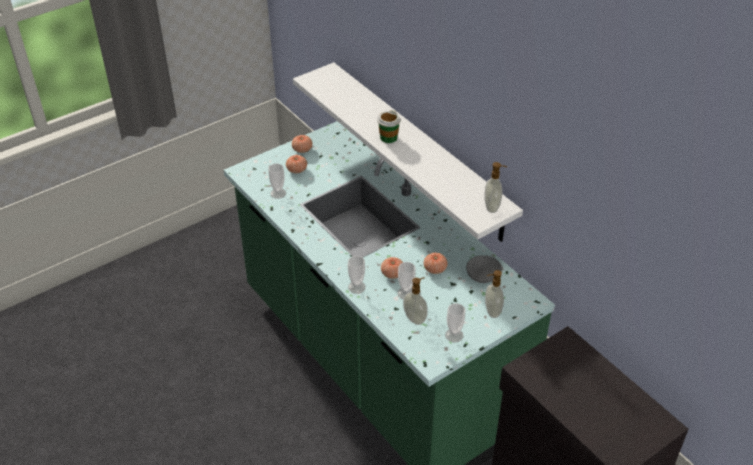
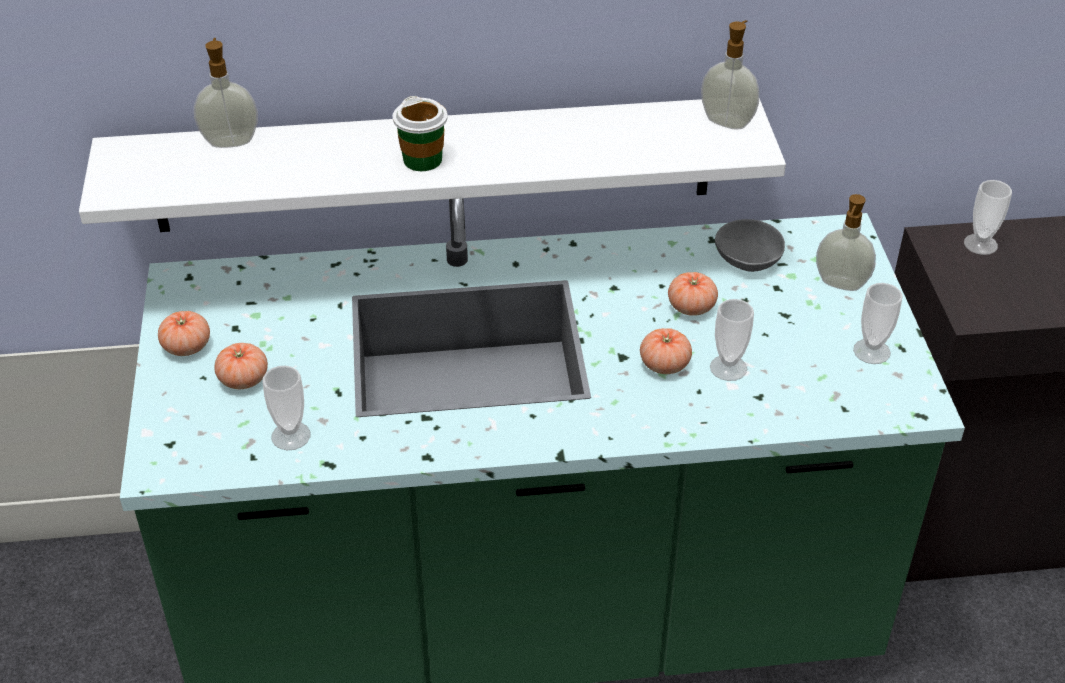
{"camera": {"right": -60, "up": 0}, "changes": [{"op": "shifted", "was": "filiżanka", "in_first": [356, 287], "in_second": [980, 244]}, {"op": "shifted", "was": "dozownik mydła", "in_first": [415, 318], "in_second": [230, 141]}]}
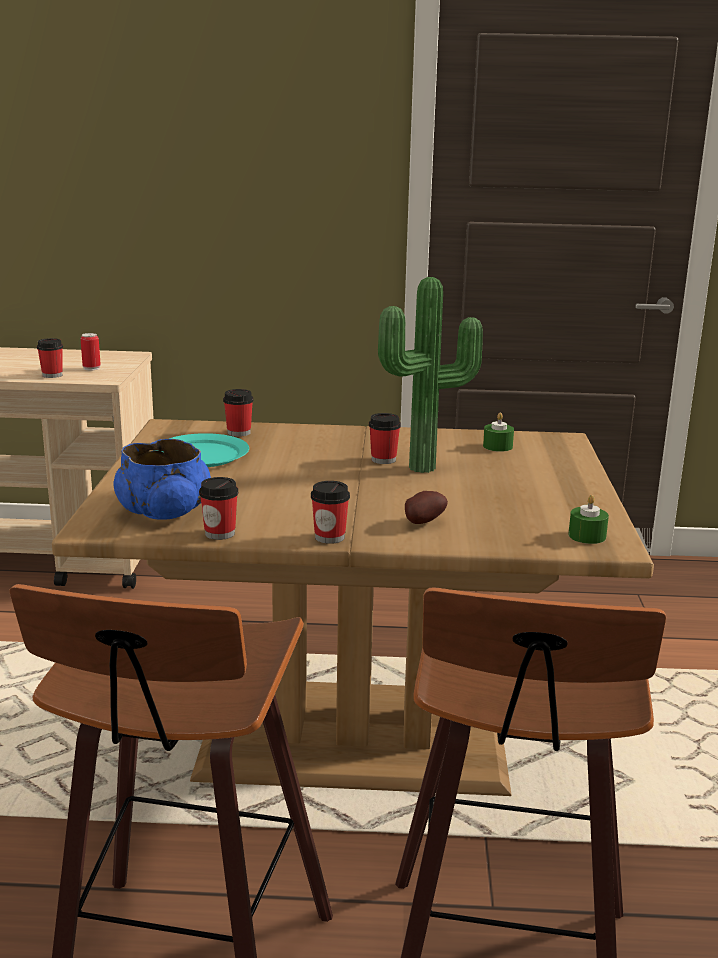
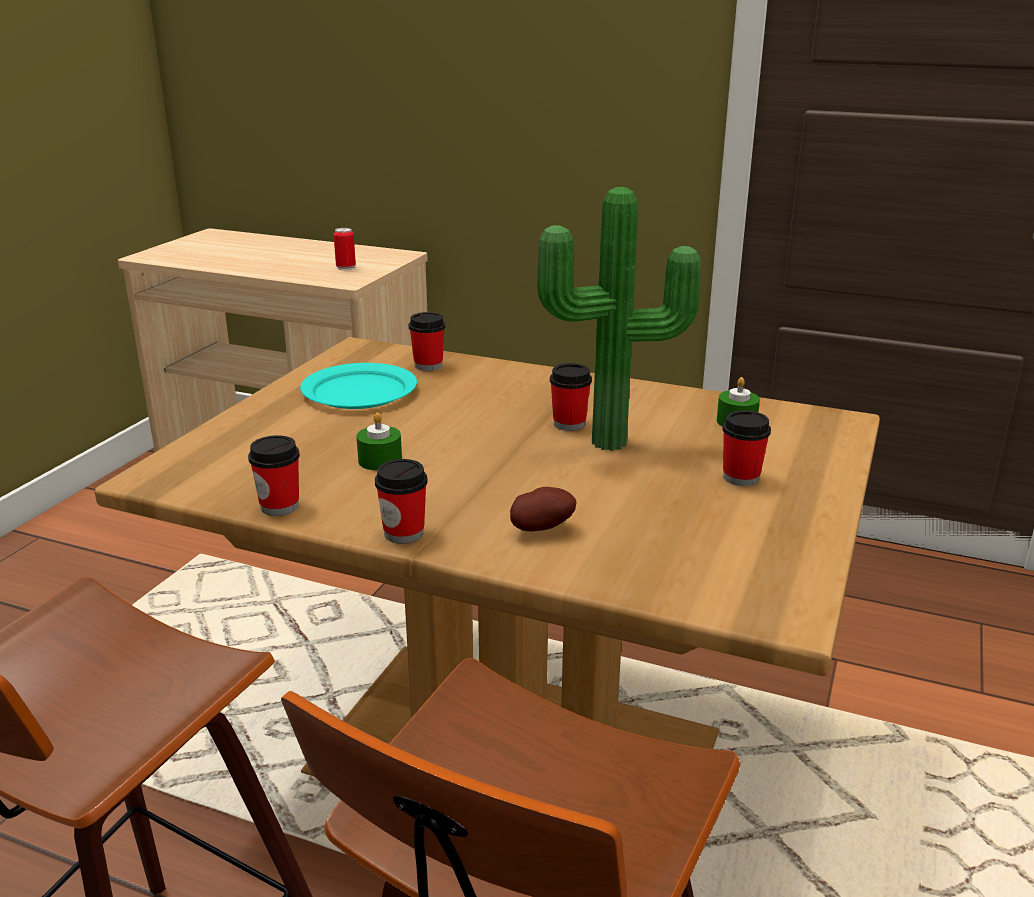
{"camera": {"right": 20, "up": 5}, "changes": [{"op": "shifted", "was": "filiżanka", "in_first": [52, 375], "in_second": [741, 478]}, {"op": "gone", "was": "miska [niebieski]", "in_first": [164, 512]}, {"op": "shifted", "was": "świeca [zielony]", "in_first": [587, 536], "in_second": [380, 460]}]}
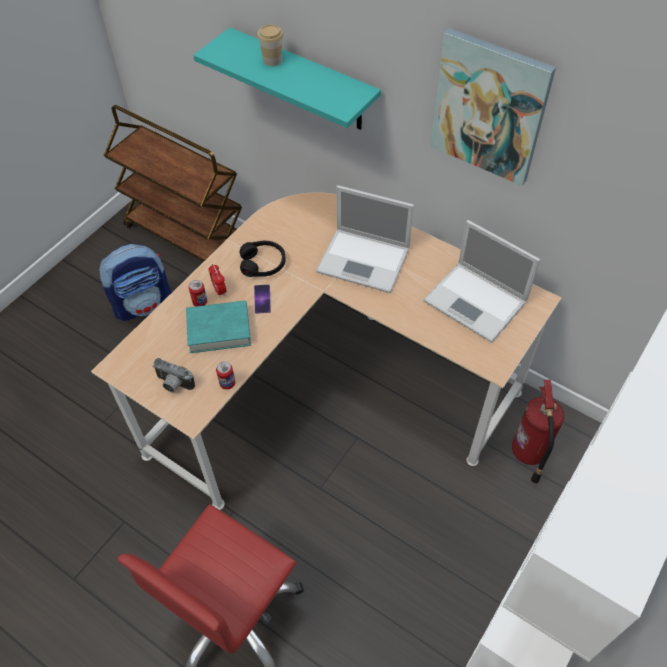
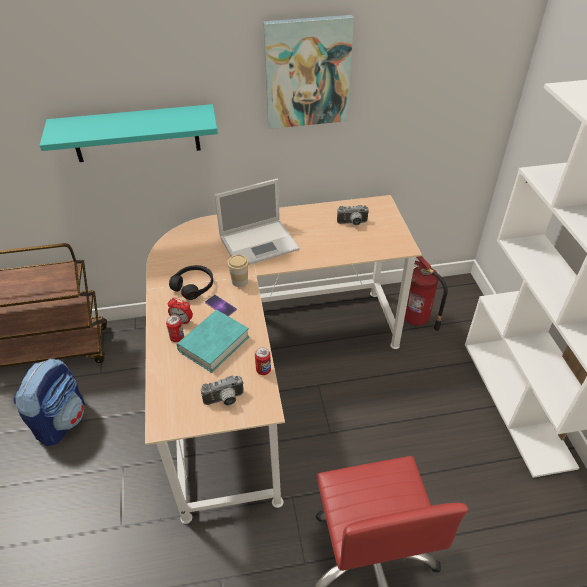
{"camera": {"right": -45, "up": -10}, "changes": [{"op": "shifted", "was": "filiżanka", "in_first": [272, 60], "in_second": [239, 281]}, {"op": "swapped", "was": "laptop", "now": "aparat fotograficzny", "in_first": [477, 302], "in_second": [352, 223]}]}
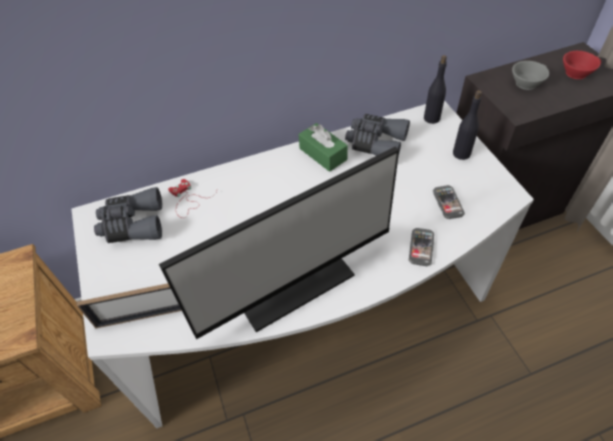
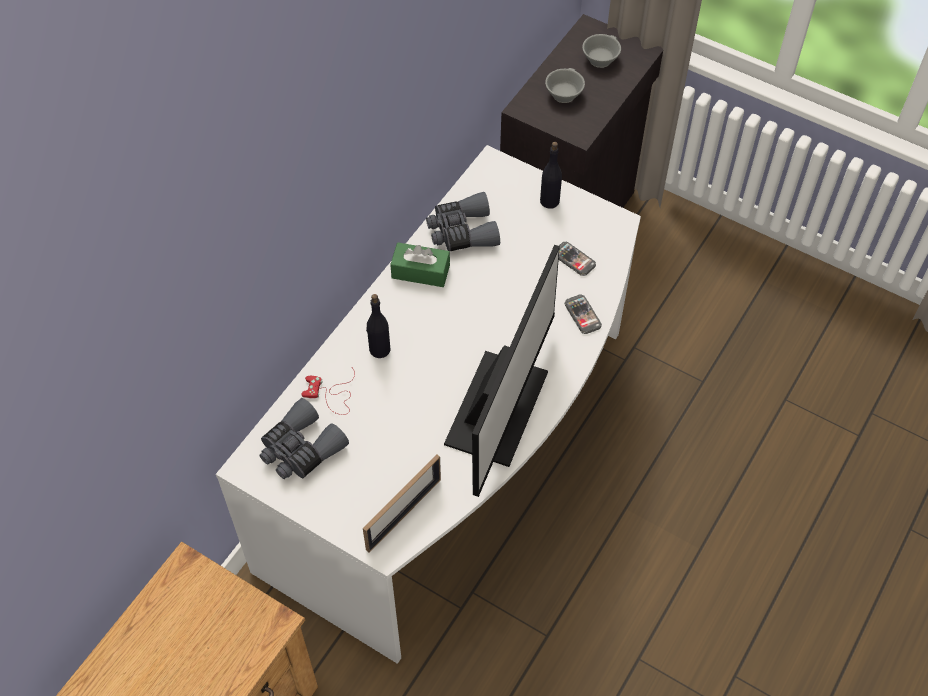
{"camera": {"right": -40, "up": 5}, "changes": [{"op": "repainted", "was": "filiżanka [czerwony]", "now": "filiżanka [szary]", "in_first": [576, 72], "in_second": [599, 58]}, {"op": "shifted", "was": "butelka [czarny]", "in_first": [431, 118], "in_second": [379, 349]}]}
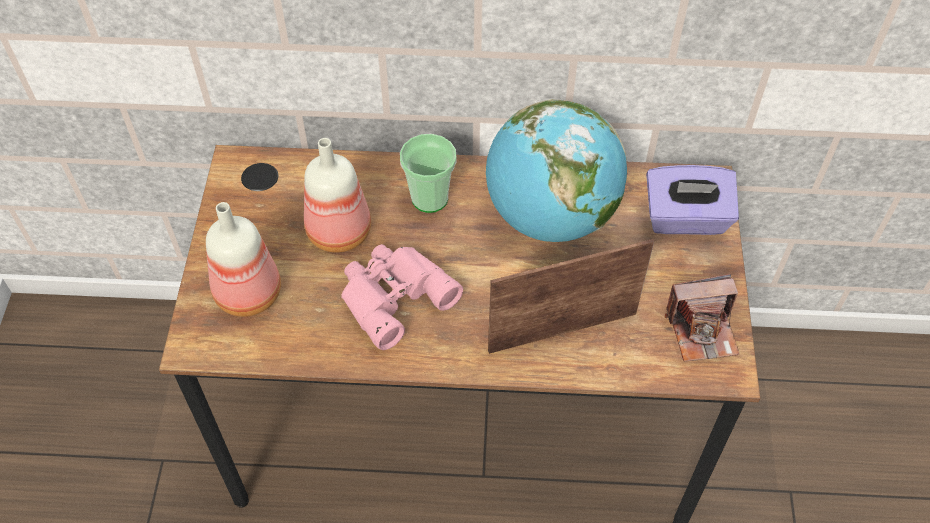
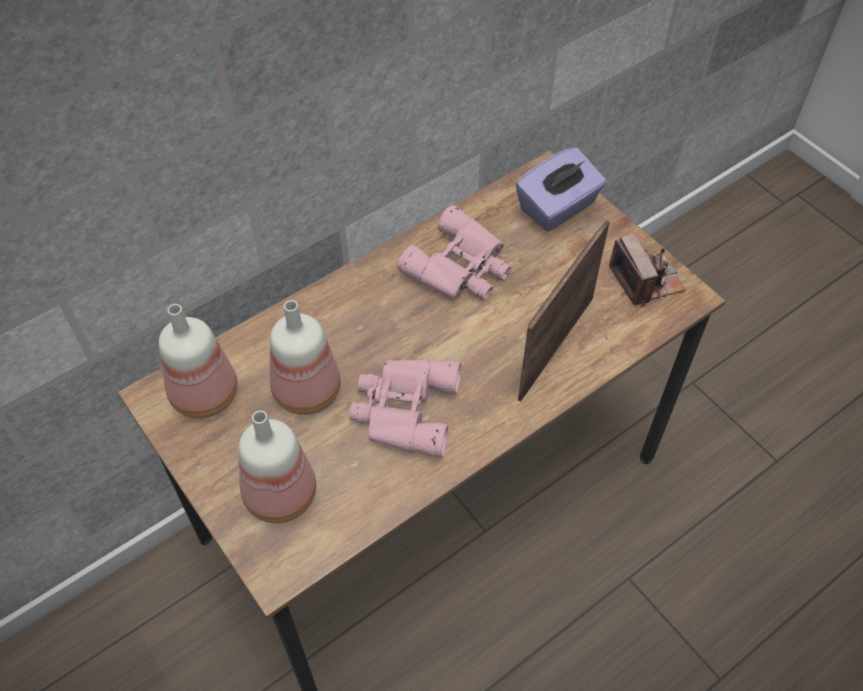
{"camera": {"right": -40, "up": 0}, "changes": [{"op": "swapped", "was": "globus", "now": "lornetka [różowy]", "in_first": [550, 216], "in_second": [461, 267]}, {"op": "gone", "was": "filiżanka", "in_first": [430, 198]}, {"op": "rotated", "was": "aparat fotograficzny", "in_first": [702, 331], "in_second": [646, 280], "clockwise": -60}, {"op": "new", "now": "butelka", "in_second": [202, 394]}]}
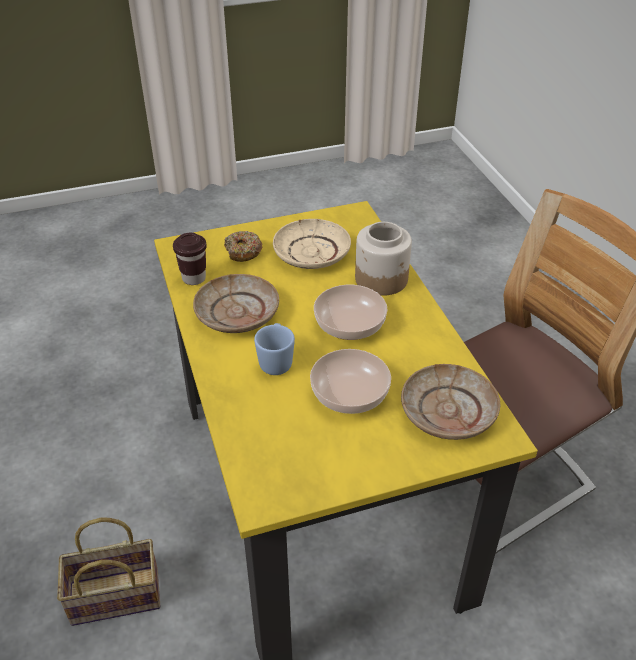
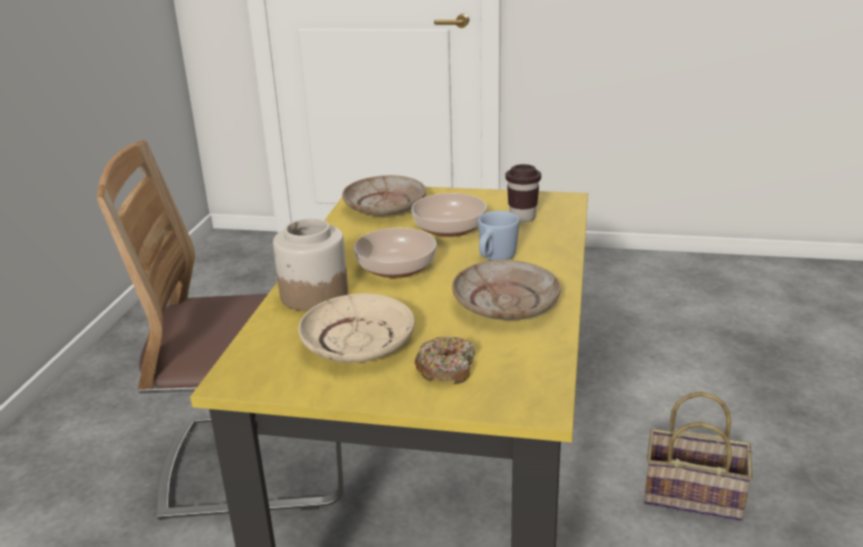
{"camera": {"right": -150, "up": -15}, "changes": [{"op": "shifted", "was": "filiżanka [brązowy]", "in_first": [194, 278], "in_second": [522, 217]}]}
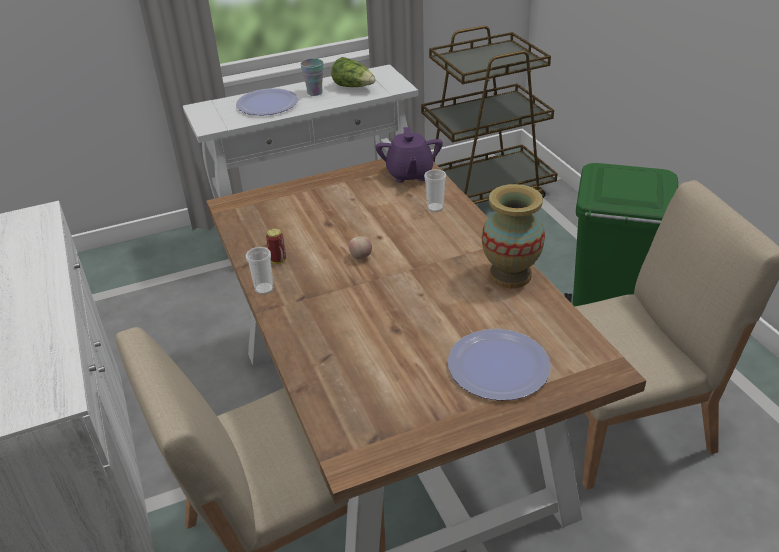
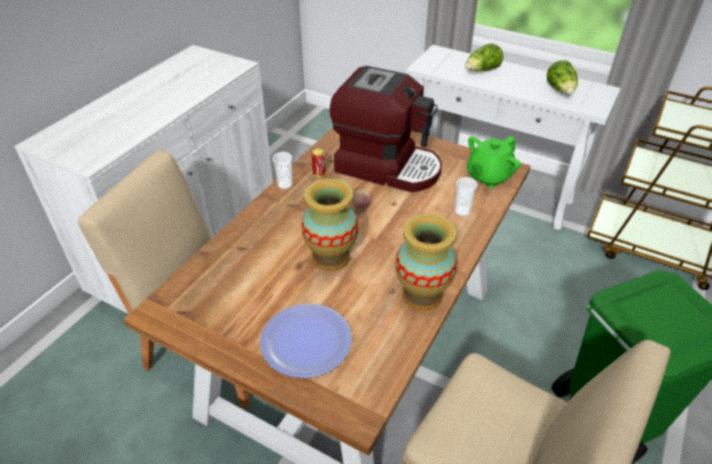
{"camera": {"right": 50, "up": 5}, "changes": [{"op": "gone", "was": "filiżanka", "in_first": [315, 92]}, {"op": "swapped", "was": "talerz", "now": "sałata", "in_first": [267, 104], "in_second": [482, 71]}, {"op": "repainted", "was": "imbryk [fioletowy]", "now": "imbryk [zielony]", "in_first": [409, 174], "in_second": [488, 177]}, {"op": "new", "now": "ekspres do kawy", "in_second": [388, 166]}, {"op": "new", "now": "wazon", "in_second": [331, 257]}]}
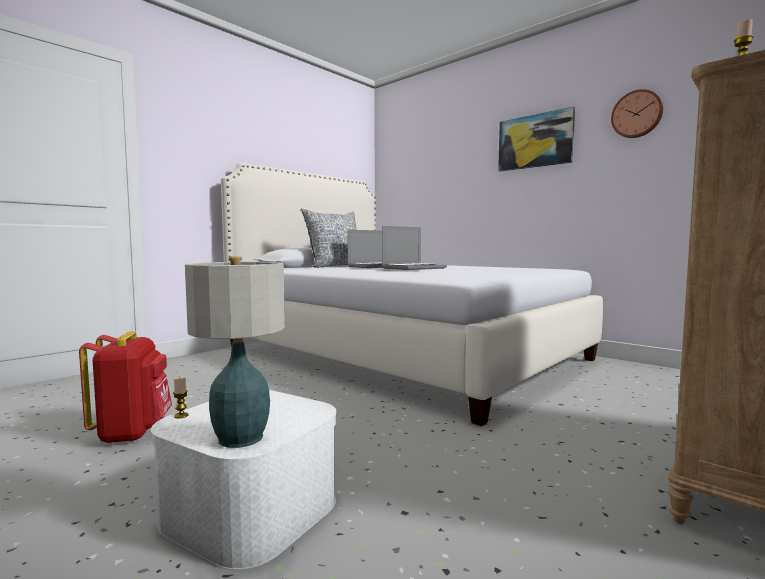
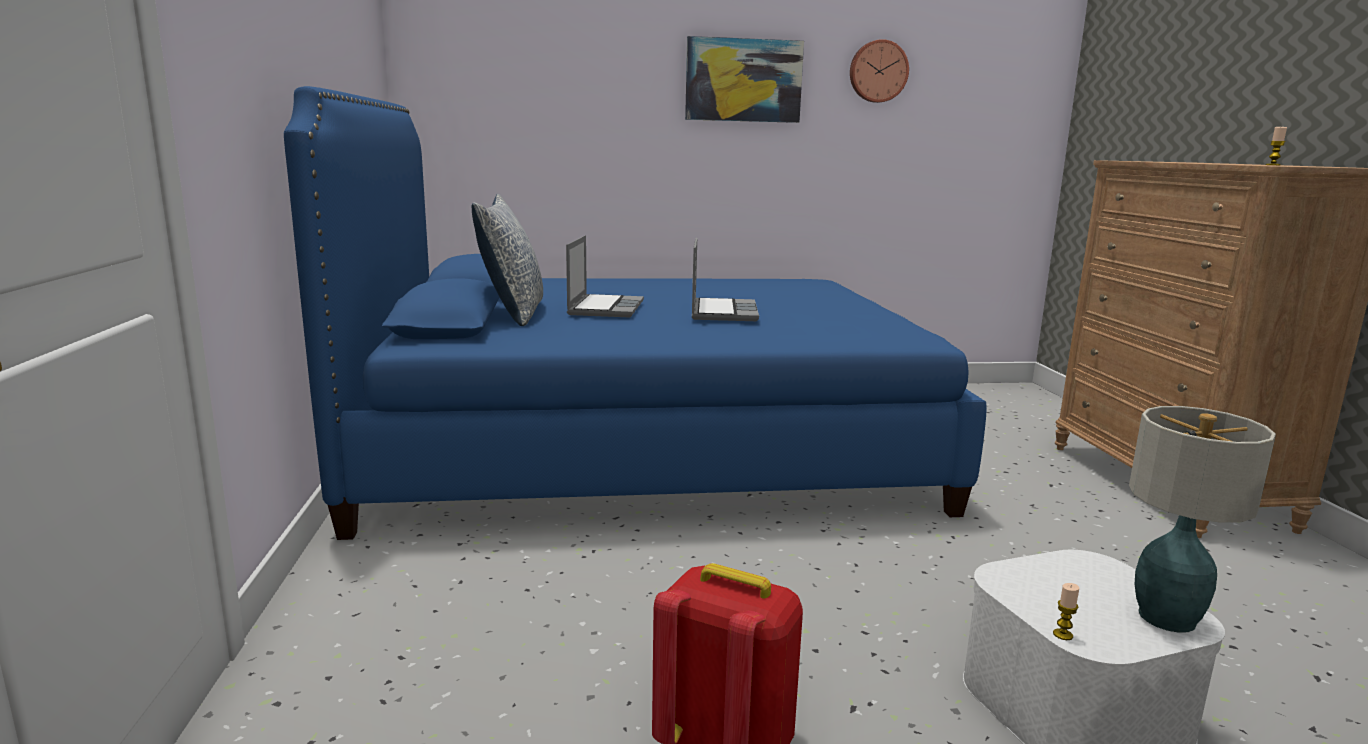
{"camera": {"right": -50, "up": 10}, "changes": [{"op": "repainted", "was": "łóżko [biały]", "now": "łóżko [niebieski]", "in_first": [402, 354], "in_second": [644, 448]}]}
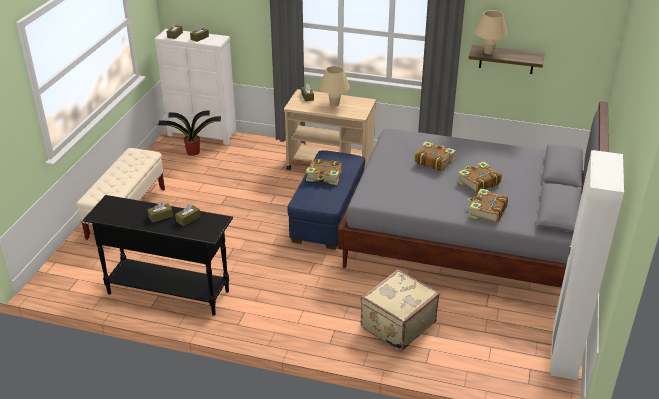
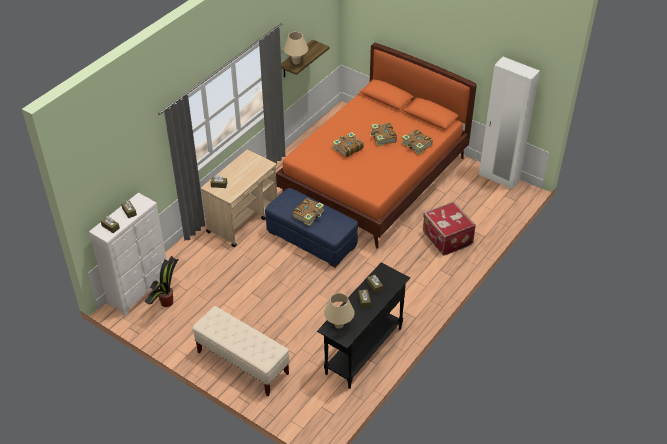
{"camera": {"right": -70, "up": 10}, "changes": [{"op": "shifted", "was": "lampa stołowa [beżowy]", "in_first": [334, 104], "in_second": [339, 325]}, {"op": "repainted", "was": "łóżko [szary]", "now": "łóżko [pomarańczowy]", "in_first": [467, 239], "in_second": [375, 178]}, {"op": "repainted", "was": "walizka [beżowy]", "now": "walizka [czerwony]", "in_first": [397, 324], "in_second": [446, 239]}]}
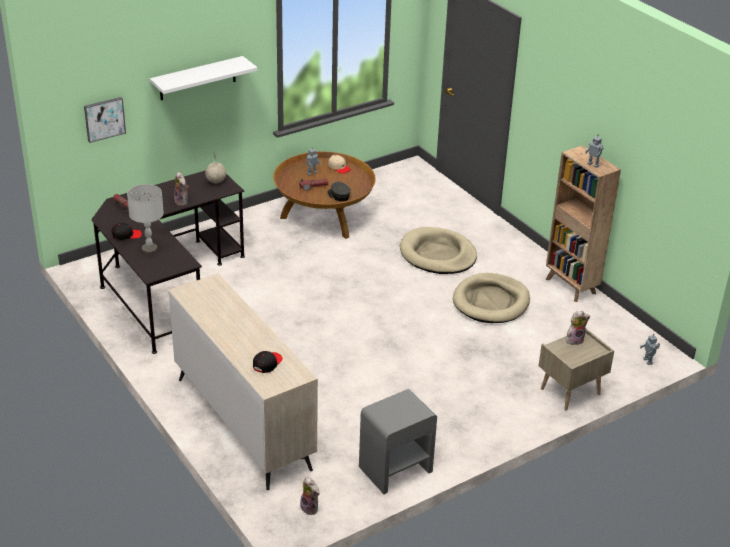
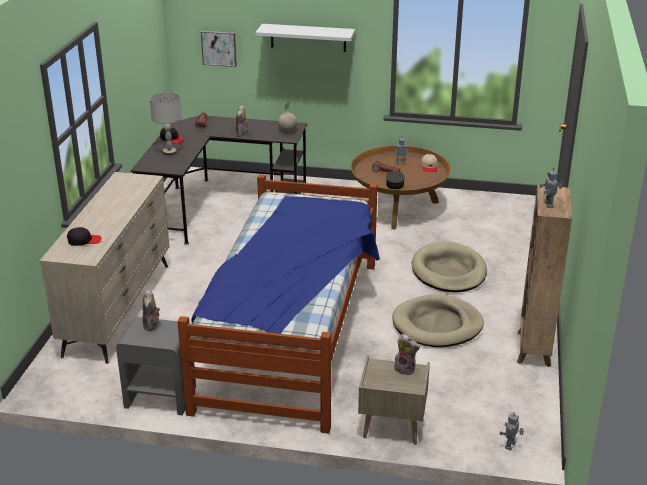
{"camera": {"right": 45, "up": -5}, "changes": [{"op": "shifted", "was": "pluszak", "in_first": [310, 508], "in_second": [152, 326]}, {"op": "new", "now": "łóżko", "in_second": [292, 332]}]}
